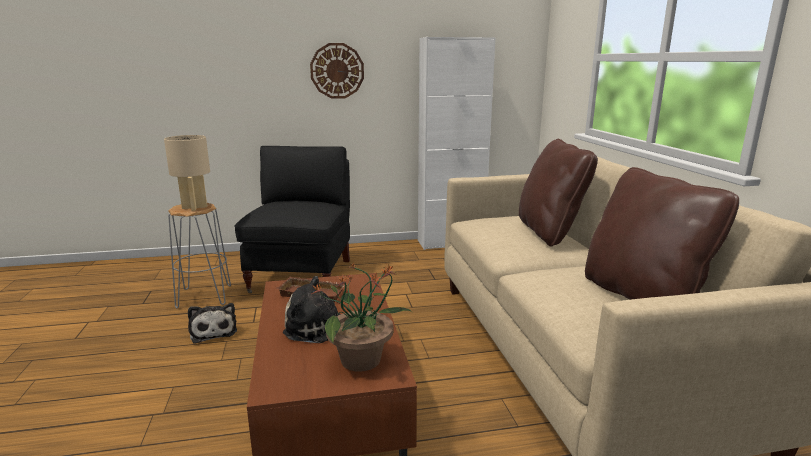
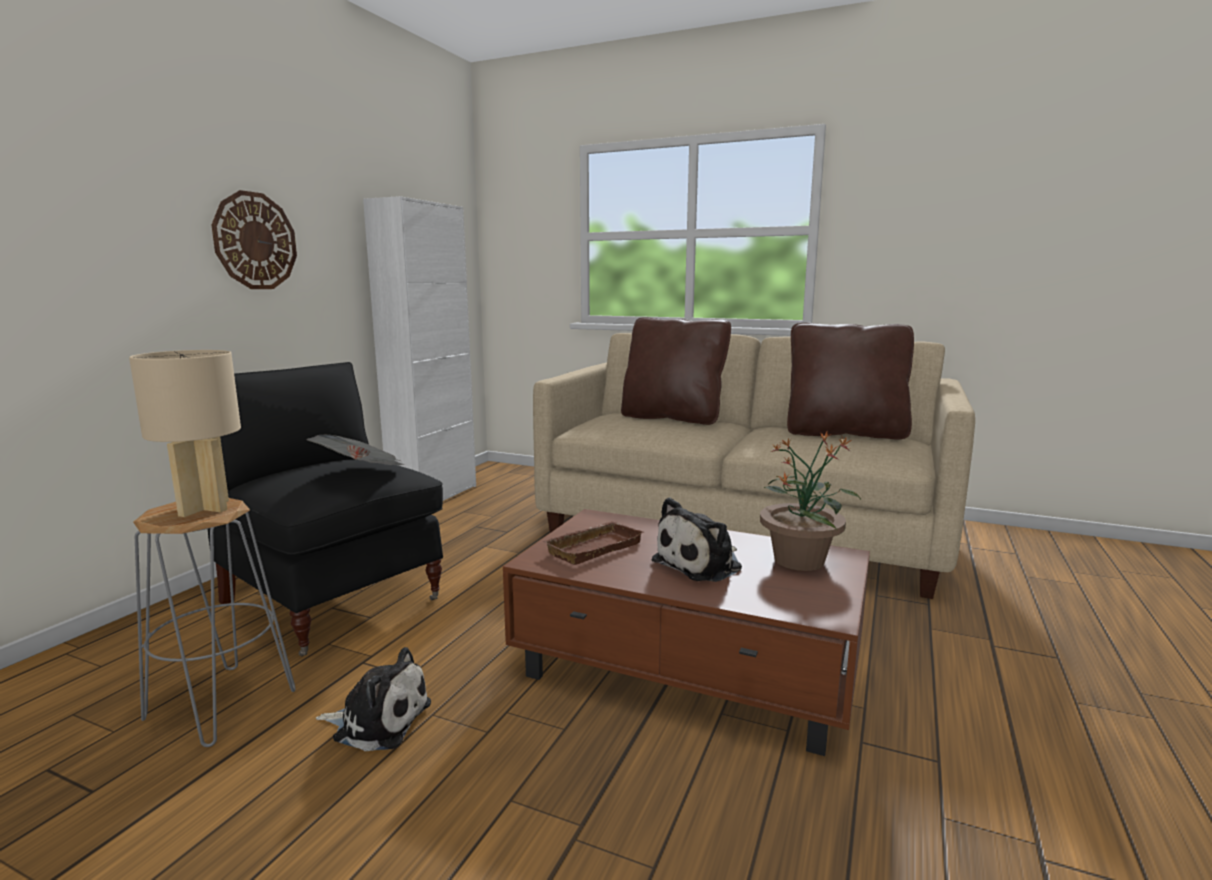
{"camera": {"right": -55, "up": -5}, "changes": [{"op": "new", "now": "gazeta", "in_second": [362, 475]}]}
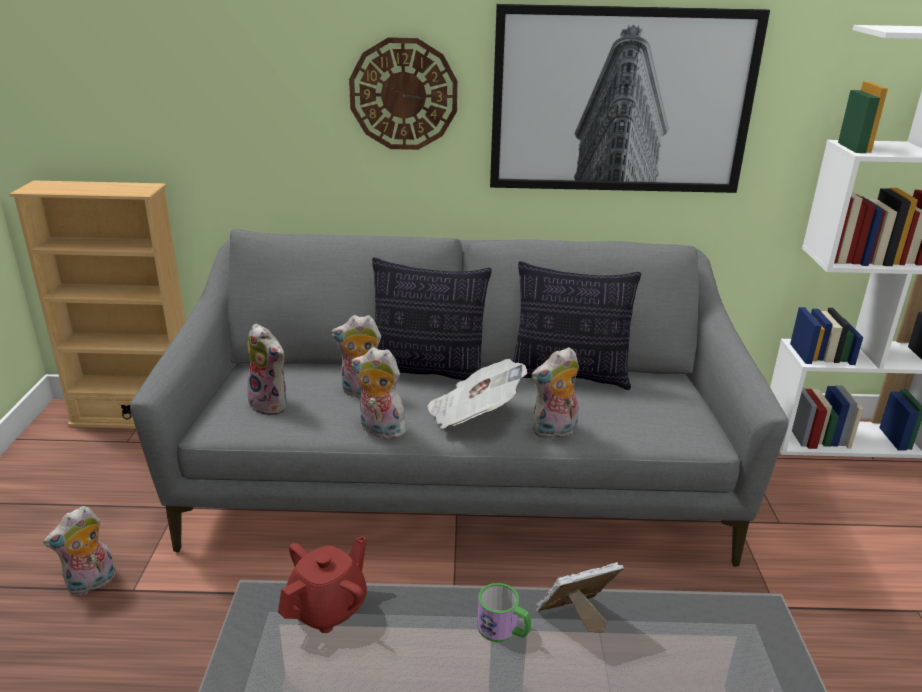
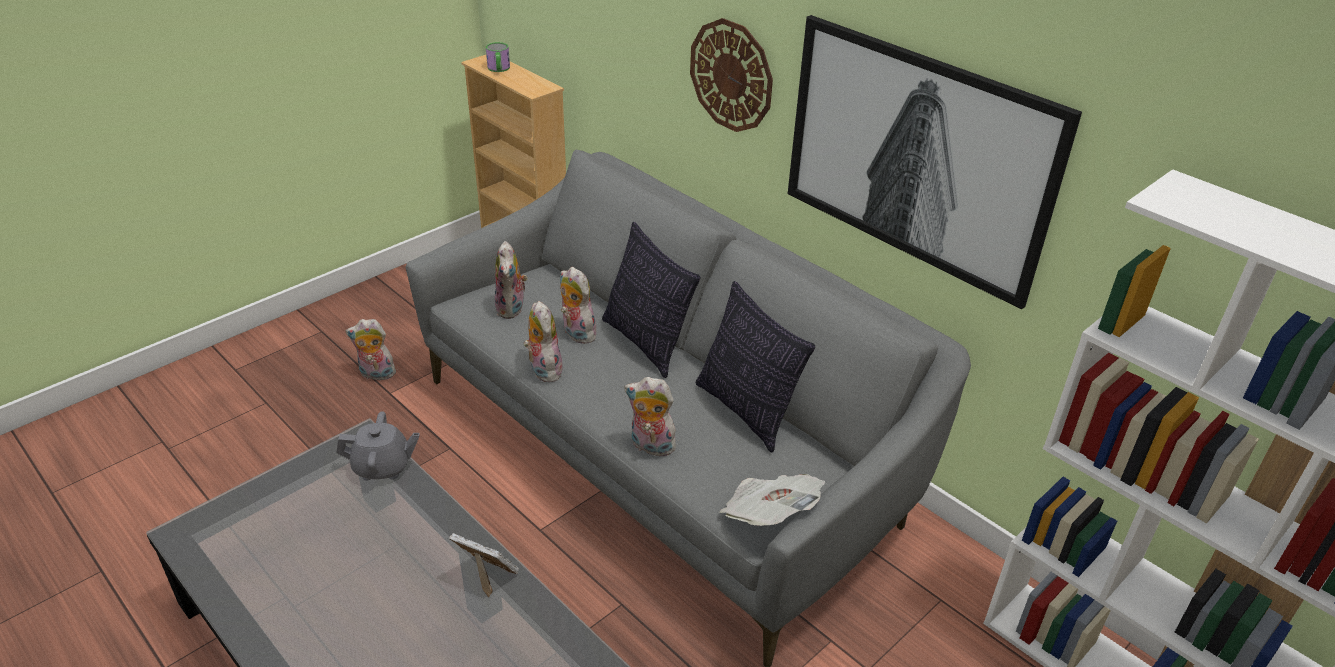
{"camera": {"right": 45, "up": 10}, "changes": [{"op": "shifted", "was": "gazeta", "in_first": [473, 415], "in_second": [768, 515]}, {"op": "repainted", "was": "imbryk [czerwony]", "now": "imbryk [szary]", "in_first": [328, 608], "in_second": [382, 467]}, {"op": "shifted", "was": "kubek", "in_first": [504, 630], "in_second": [498, 69]}]}
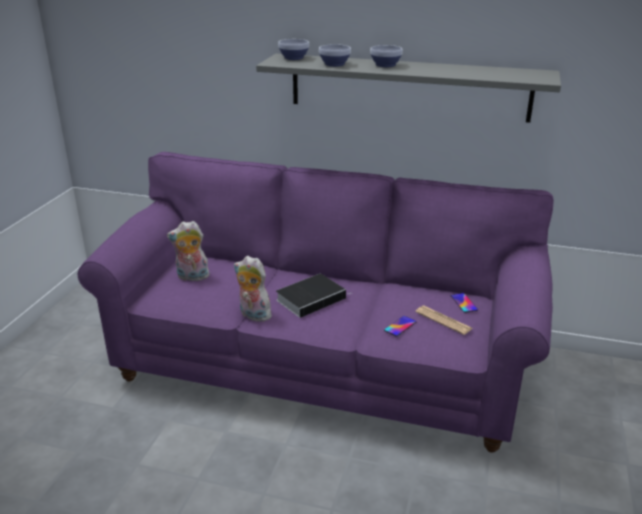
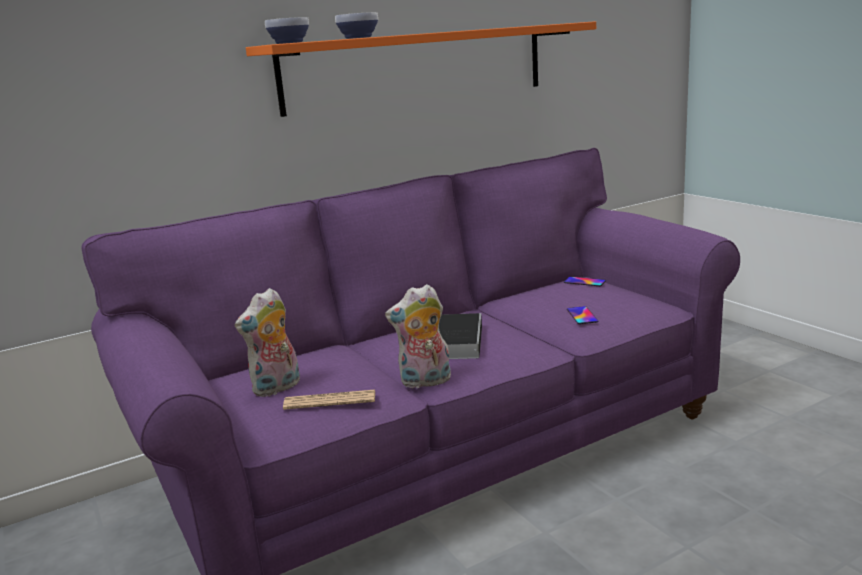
{"camera": {"right": -45, "up": -10}, "changes": [{"op": "gone", "was": "miska", "in_first": [386, 65]}, {"op": "repainted", "was": "półka [szary]", "now": "półka [pomarańczowy]", "in_first": [408, 87], "in_second": [418, 67]}, {"op": "shifted", "was": "gazeta", "in_first": [443, 320], "in_second": [330, 401]}]}
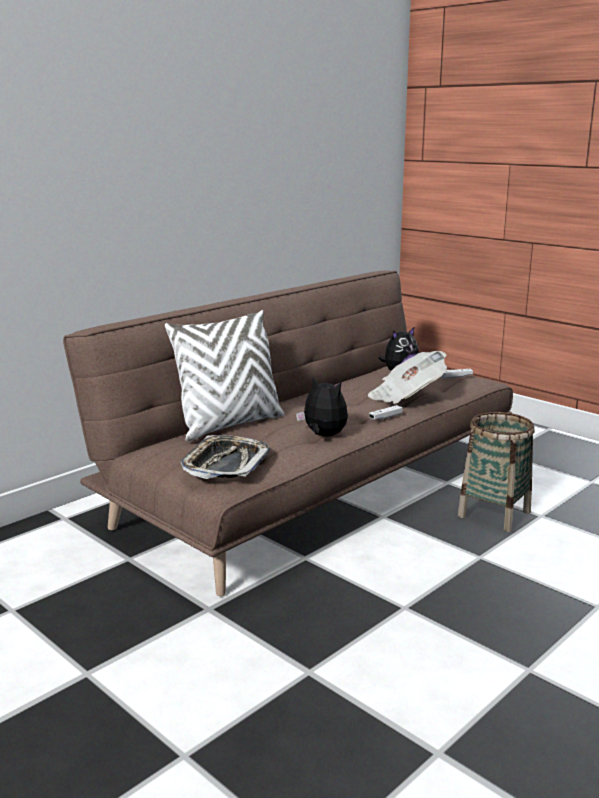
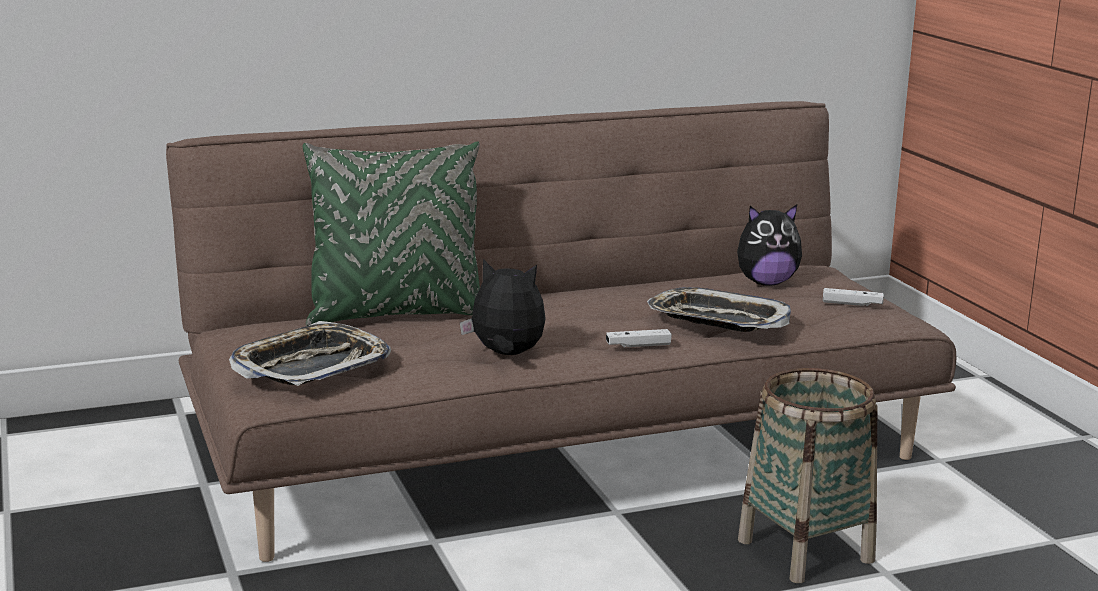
{"camera": {"right": 25, "up": 0}, "changes": [{"op": "repainted", "was": "poduszka [biały]", "now": "poduszka [zielony]", "in_first": [229, 425], "in_second": [395, 314]}, {"op": "swapped", "was": "gazeta", "now": "taca", "in_first": [406, 396], "in_second": [718, 320]}, {"op": "rotated", "was": "pluszak", "in_first": [323, 436], "in_second": [506, 355], "clockwise": -45}]}
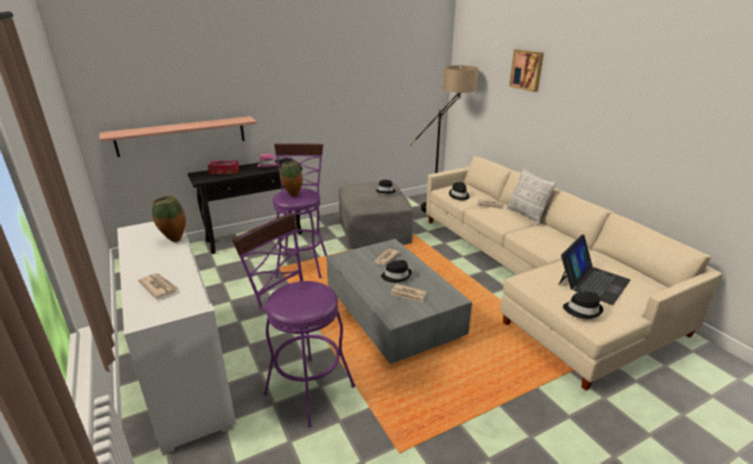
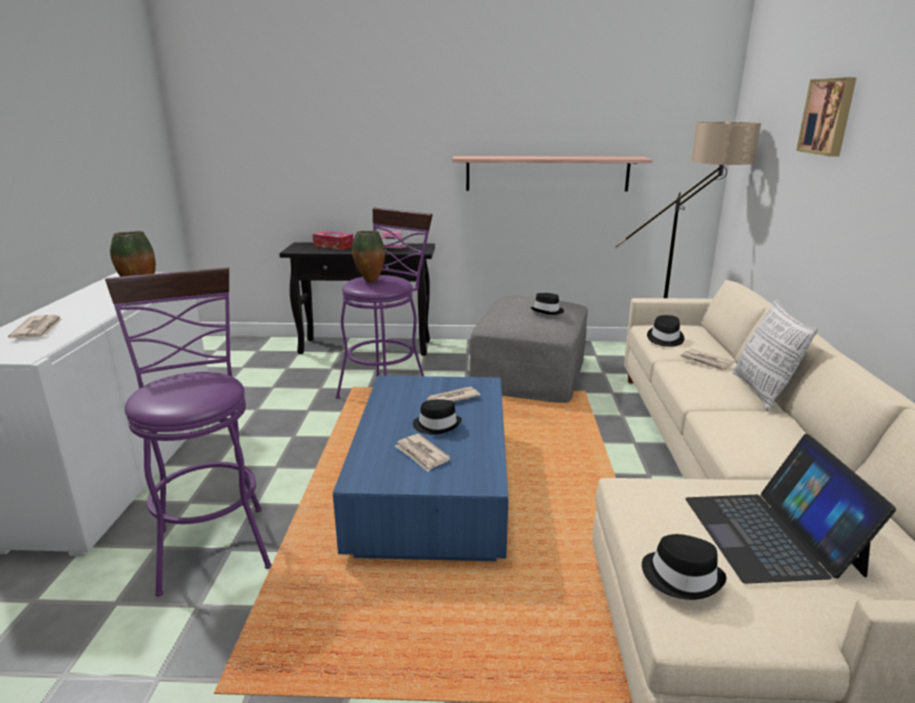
{"camera": {"right": 30, "up": -5}, "changes": [{"op": "shifted", "was": "półka", "in_first": [182, 136], "in_second": [547, 173]}, {"op": "rotated", "was": "laptop", "in_first": [592, 282], "in_second": [771, 535], "clockwise": 105}, {"op": "repainted", "was": "ława [szary]", "now": "ława [niebieski]", "in_first": [392, 313], "in_second": [432, 489]}]}
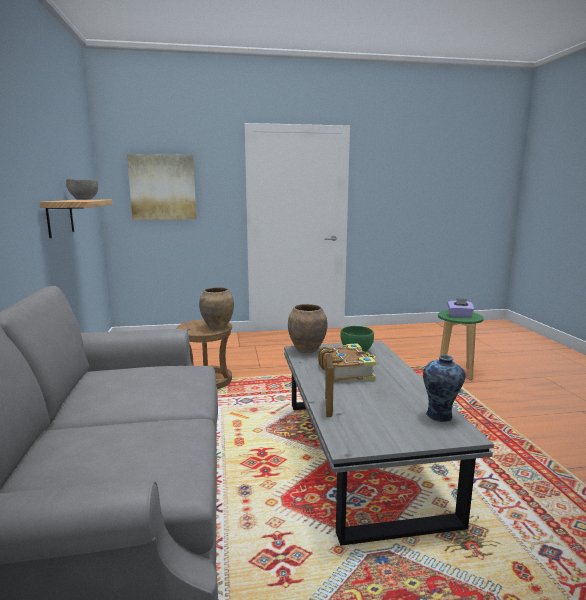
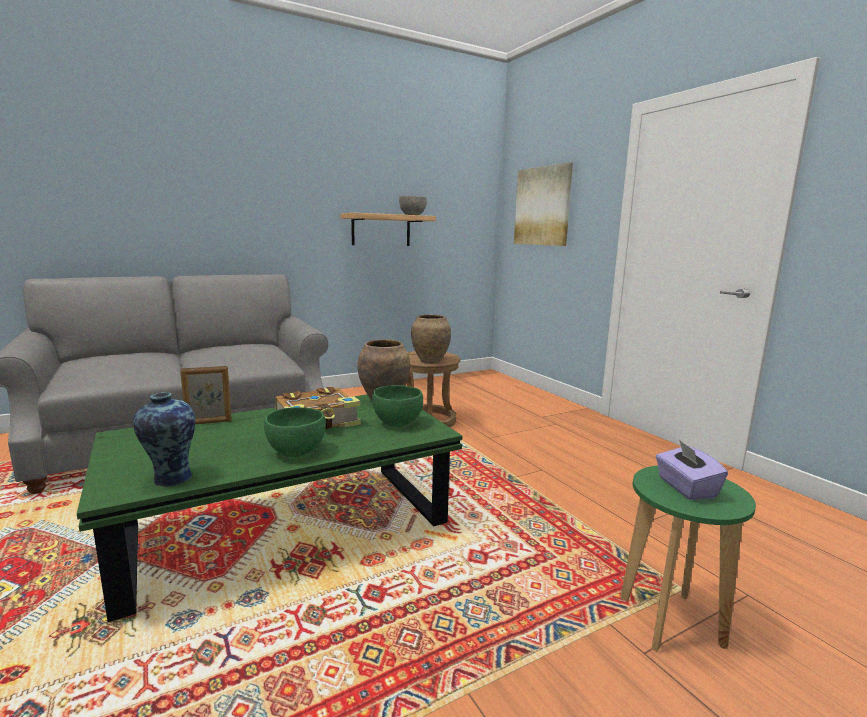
{"camera": {"right": 70, "up": 0}, "changes": [{"op": "repainted", "was": "ława [szary]", "now": "ława [zielony]", "in_first": [360, 454], "in_second": [287, 529]}, {"op": "new", "now": "miska [zielony]", "in_second": [295, 452]}]}
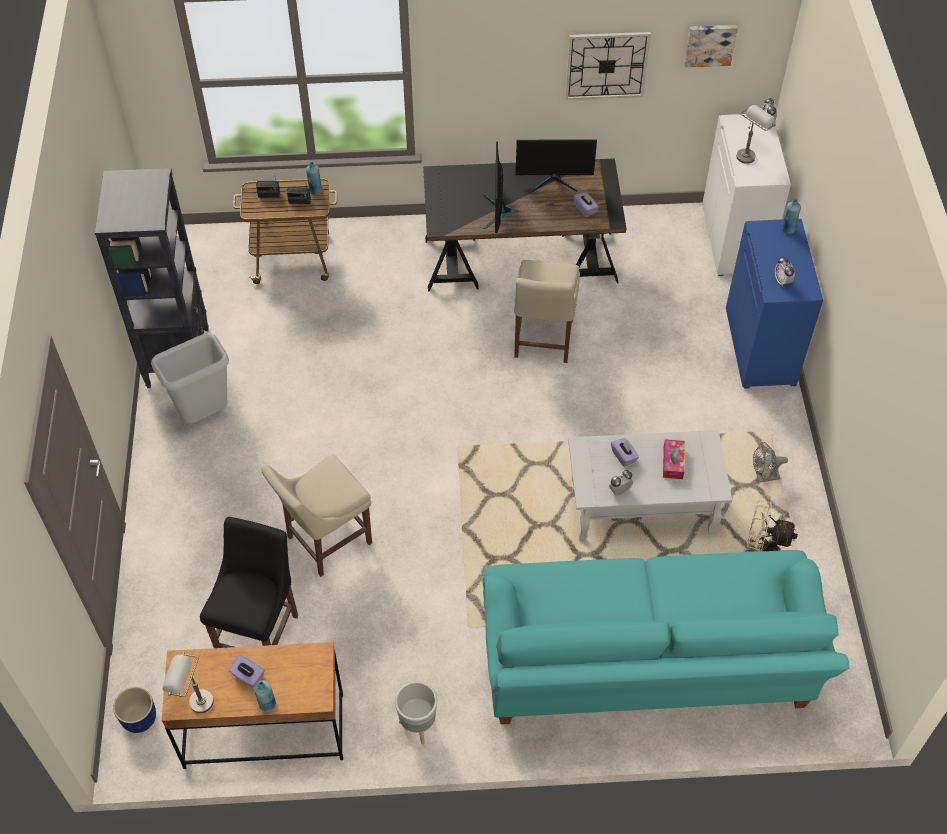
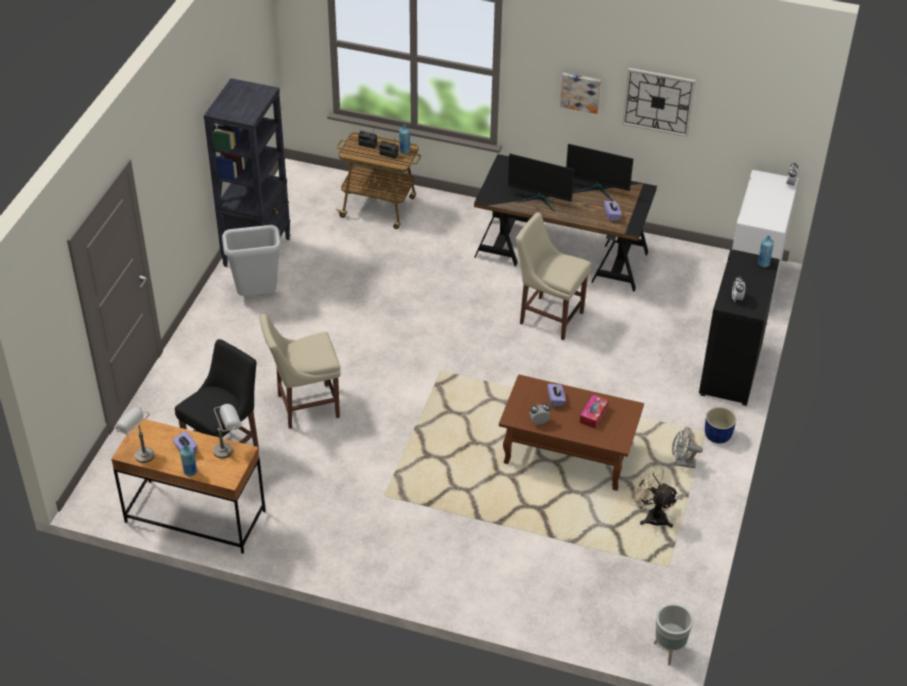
{"camera": {"right": 20, "up": -10}, "changes": [{"op": "shifted", "was": "obraz", "in_first": [710, 44], "in_second": [580, 92]}, {"op": "shifted", "was": "lampa stołowa [szary]", "in_first": [749, 153], "in_second": [229, 449]}, {"op": "rotated", "was": "monitor", "in_first": [498, 212], "in_second": [539, 200], "clockwise": -90}, {"op": "repainted", "was": "szafka [niebieski]", "now": "szafka [czarny]", "in_first": [761, 347], "in_second": [731, 370]}, {"op": "rotated", "was": "krzesło [beżowy]", "in_first": [542, 341], "in_second": [548, 316], "clockwise": 90}, {"op": "repainted", "was": "ława [biały]", "now": "ława [brązowy]", "in_first": [640, 506], "in_second": [567, 454]}, {"op": "gone", "was": "kanapa [turkusowy]", "in_first": [646, 666]}, {"op": "shifted", "was": "donica [szary]", "in_first": [417, 727], "in_second": [668, 651]}, {"op": "shifted", "was": "donica [niebieski]", "in_first": [139, 718], "in_second": [717, 435]}]}
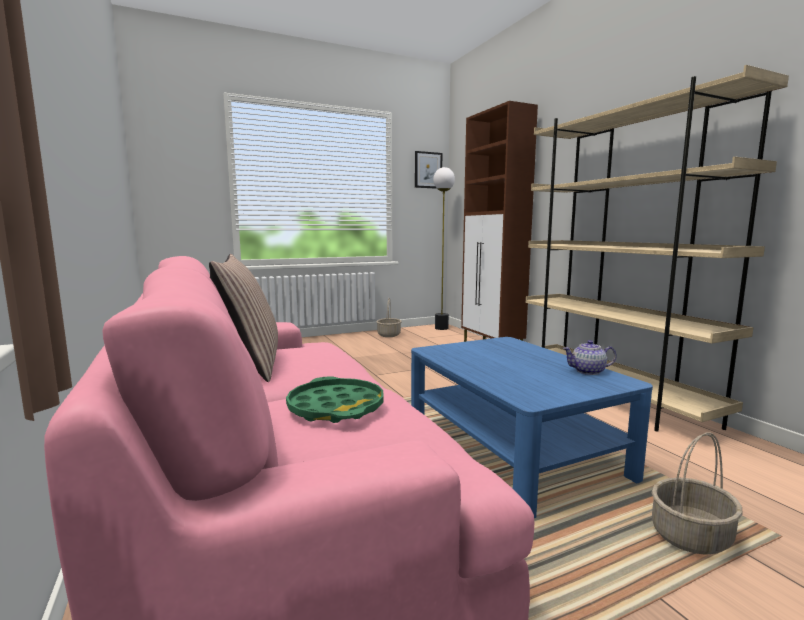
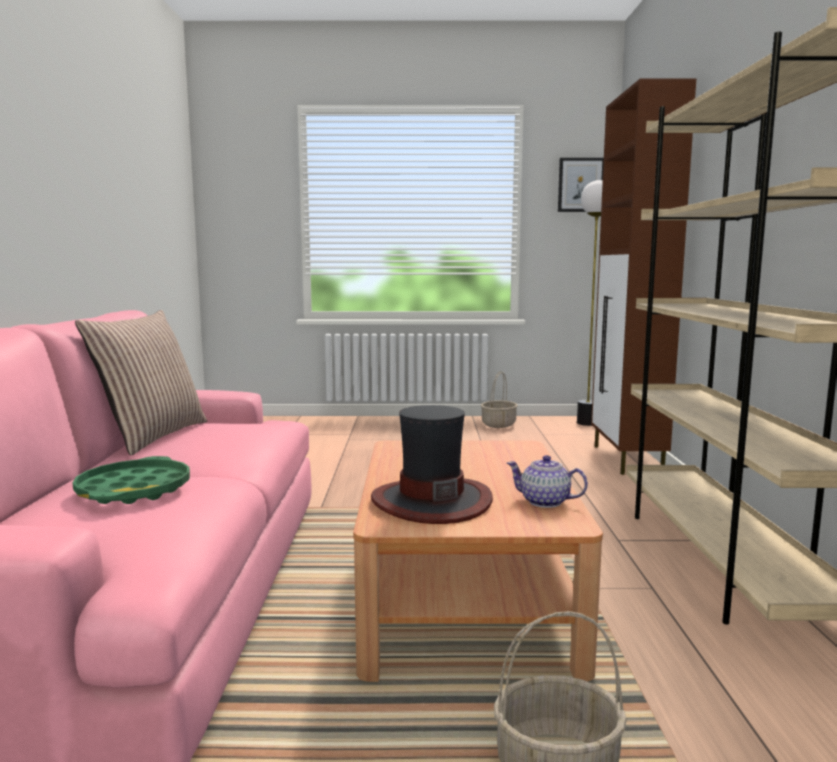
{"camera": {"right": 25, "up": 0}, "changes": [{"op": "repainted", "was": "ława [niebieski]", "now": "ława [brązowy]", "in_first": [511, 448], "in_second": [464, 597]}, {"op": "new", "now": "kapelusz", "in_second": [431, 501]}]}
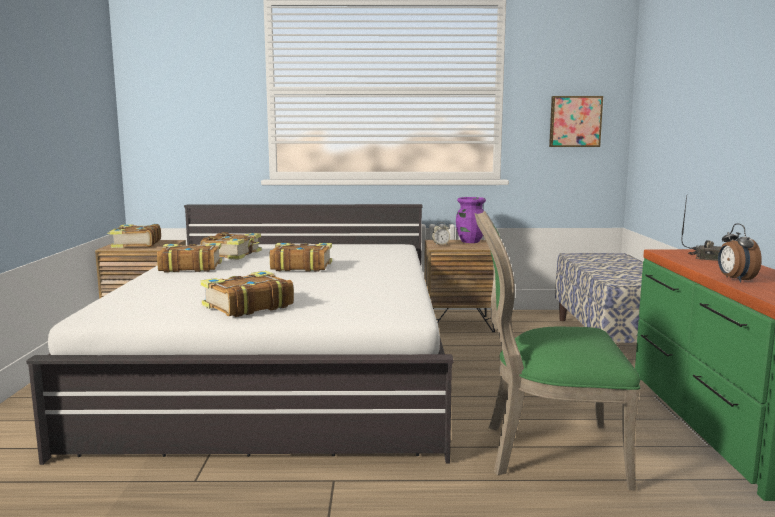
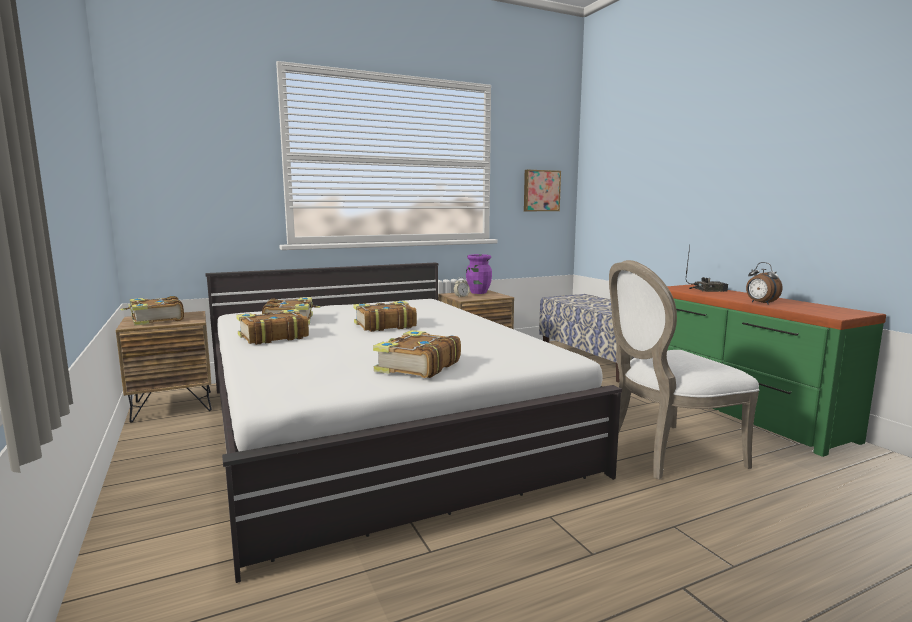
{"camera": {"right": -25, "up": 0}, "changes": [{"op": "repainted", "was": "krzesło [zielony]", "now": "krzesło [biały]", "in_first": [547, 451], "in_second": [665, 453]}]}
